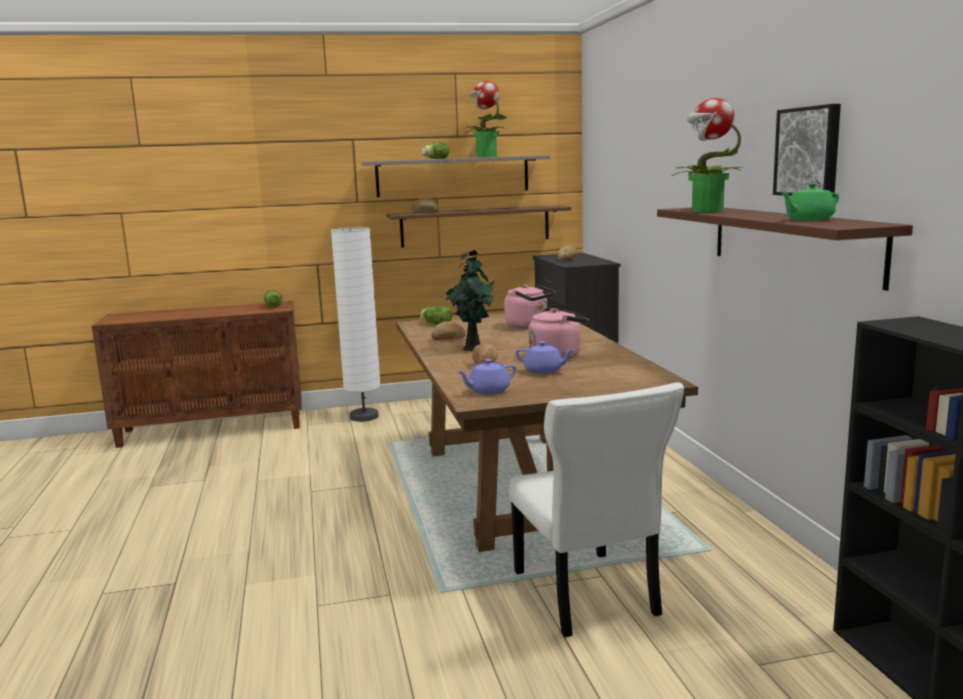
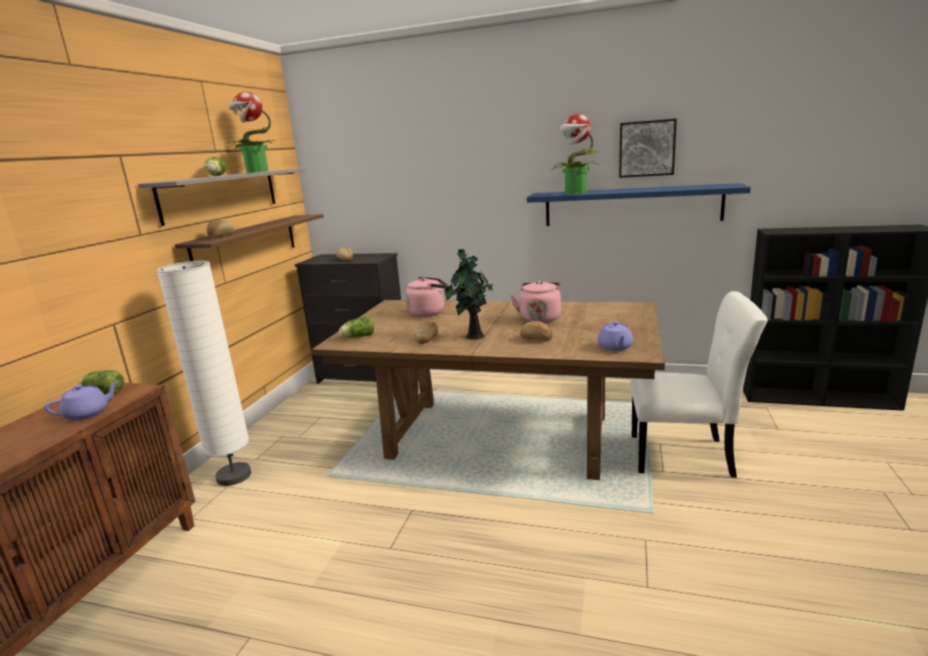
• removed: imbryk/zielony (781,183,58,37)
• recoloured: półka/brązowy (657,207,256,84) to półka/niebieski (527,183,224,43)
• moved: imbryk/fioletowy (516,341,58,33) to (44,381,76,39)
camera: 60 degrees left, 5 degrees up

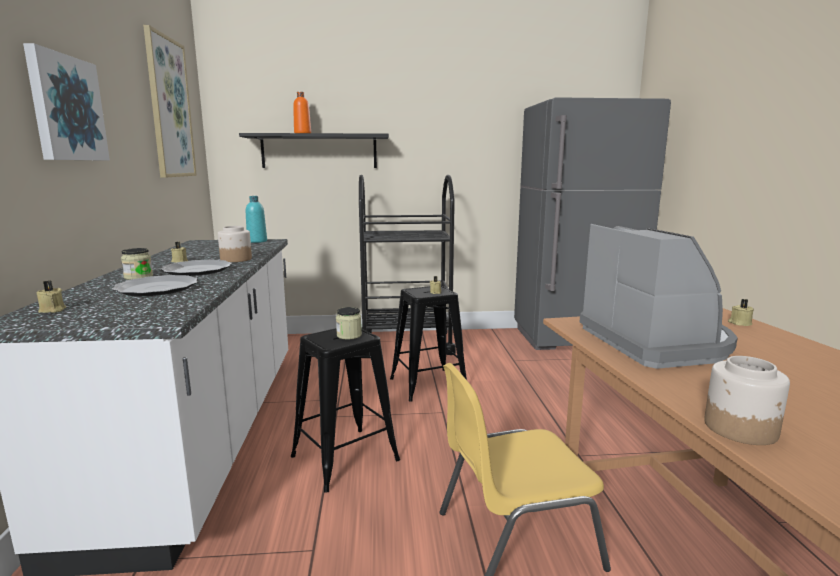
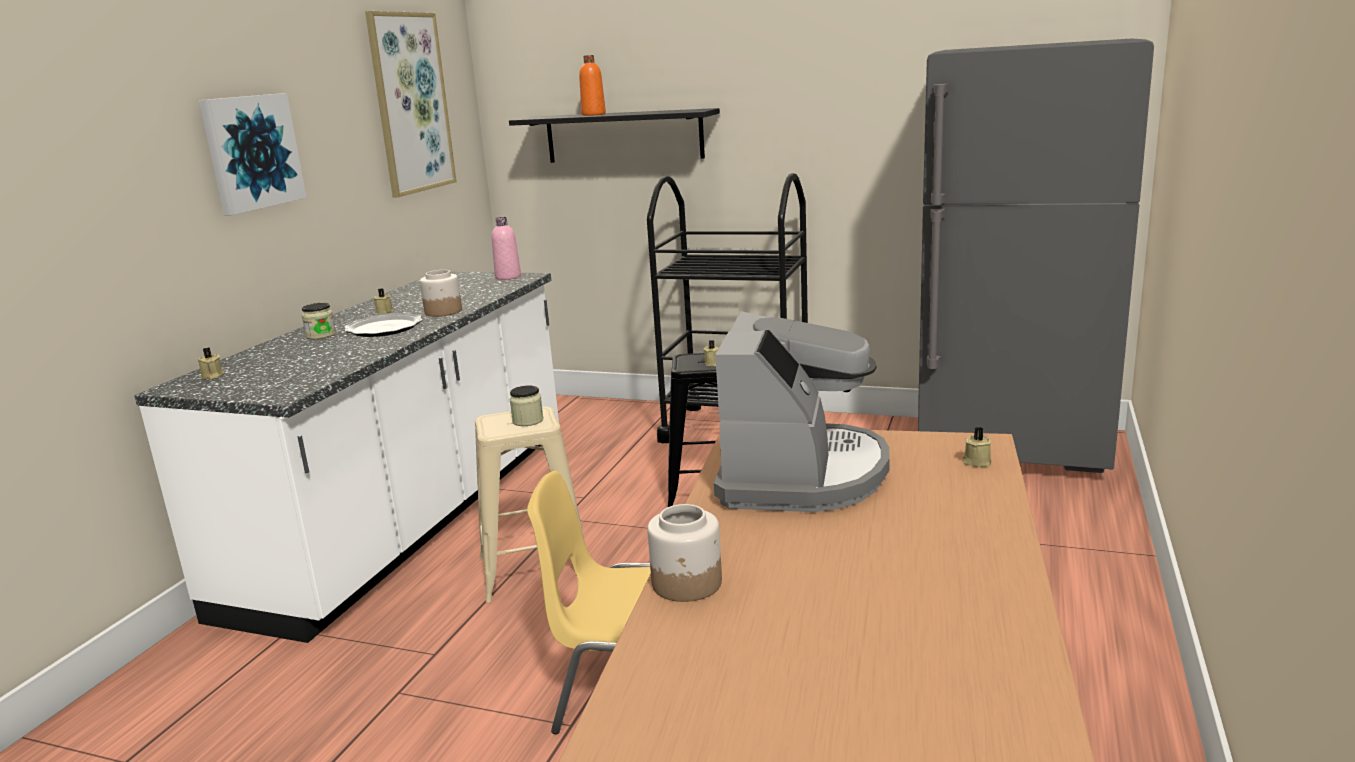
• recoloured: butelka/turkusowy (246,196,21,47) to butelka/różowy (492,217,29,63)
• removed: talerz (112,275,86,21)
• recoloured: stołek/czarny (291,328,109,165) to stołek/beżowy (475,406,110,196)
camera: 25 degrees right, 5 degrees up

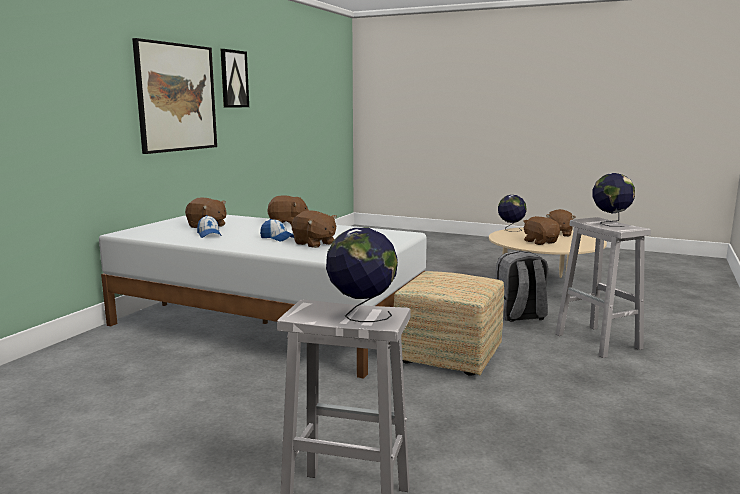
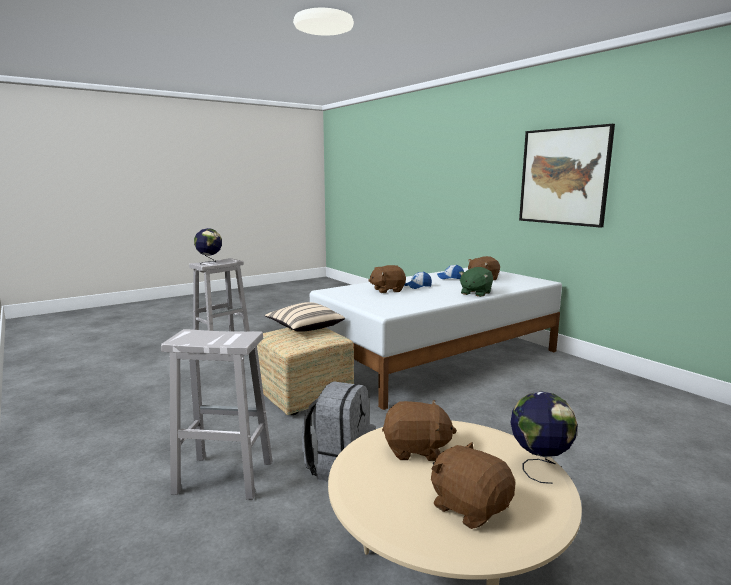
• removed: obraz (220,49,29,58)
• removed: globus (592,173,43,54)
• recoloured: pluszak/brązowy (268,195,40,30) to pluszak/zielony (459,267,34,30)
• added: poduszka/beżowy (265,302,80,30)
camera: 120 degrees right, 0 degrees up

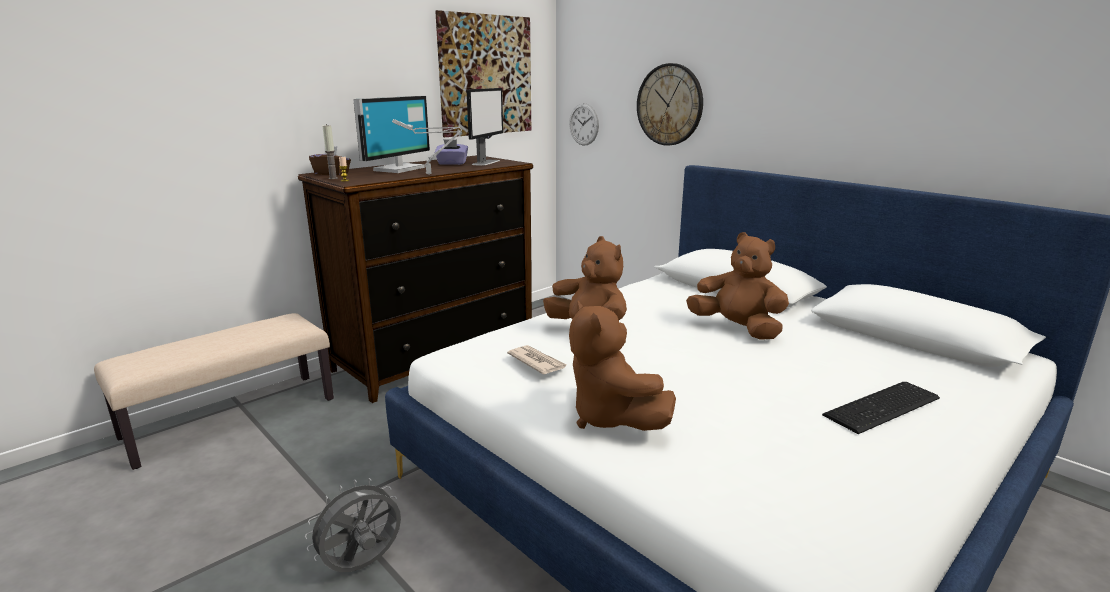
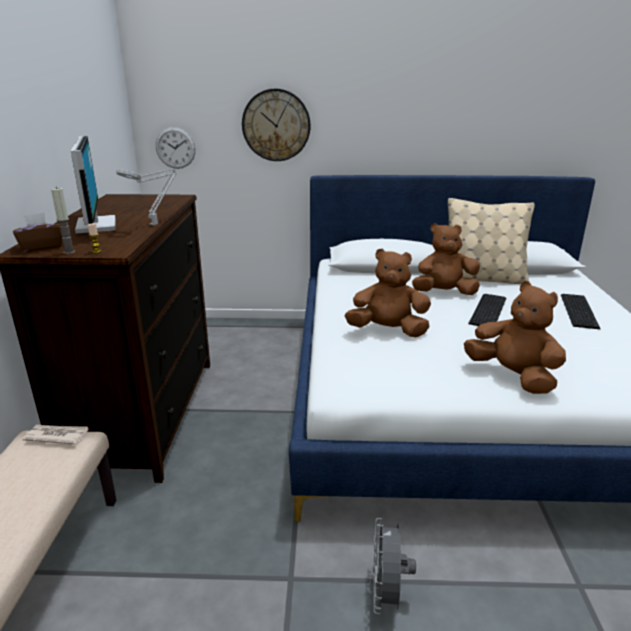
• removed: obraz (435,10,96,127)
• removed: monitor (466,88,37,78)
• removed: pudełko chusteczek/fioletowy (435,139,33,26)
• turned: pluszak/brązowy (569,301,107,130) = (464,281,102,113) 150 degrees counterclockwise
• moved: gazeta (507,345,60,30) to (23,425,65,20)
• added: poduszka/beżowy (448,198,87,86)
• added: klawiatura (468,294,38,32)
camera: 45 degrees left, 5 degrees up

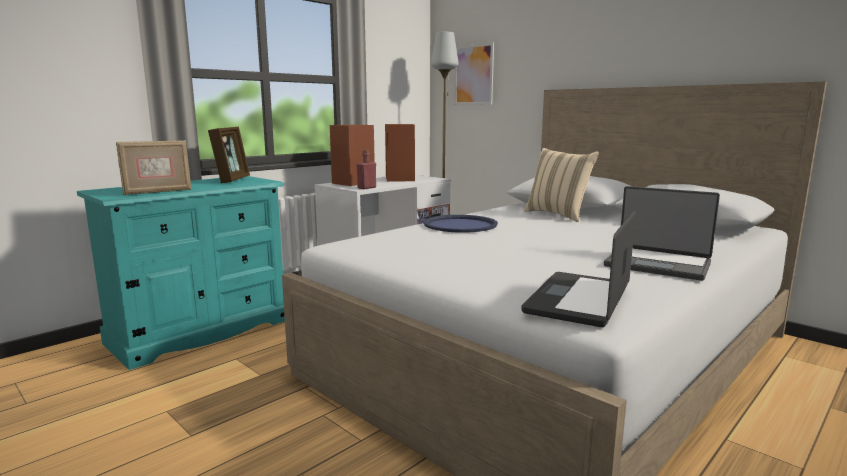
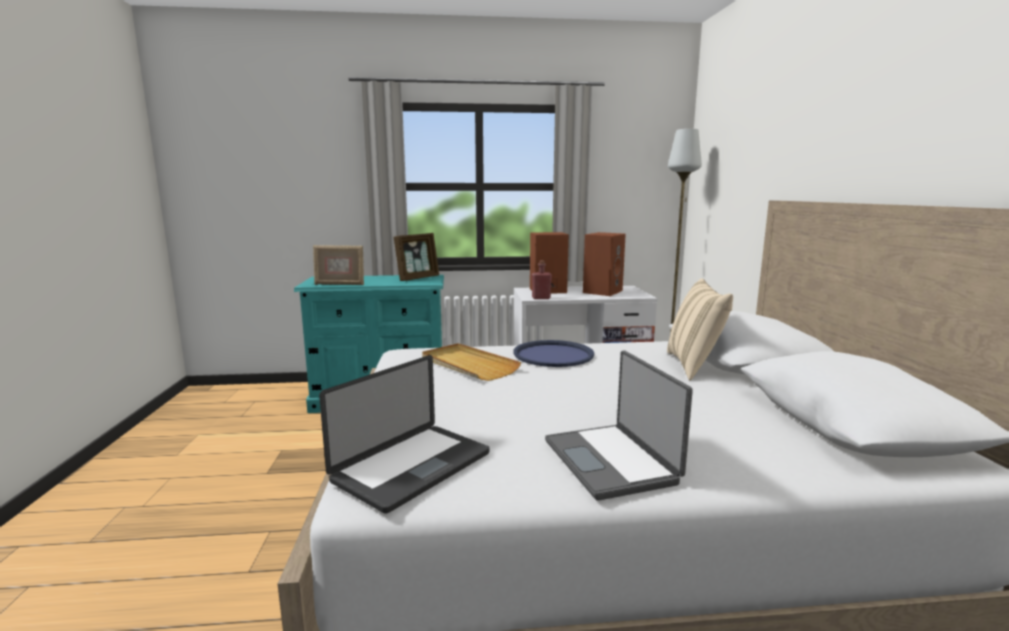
• removed: obraz (454,42,40,63)
• turned: laptop (521,211,115,116) = (319,355,171,158) 150 degrees clockwise
• added: taca/beżowy (422,343,99,38)
camera: 40 degrees right, 0 degrees up

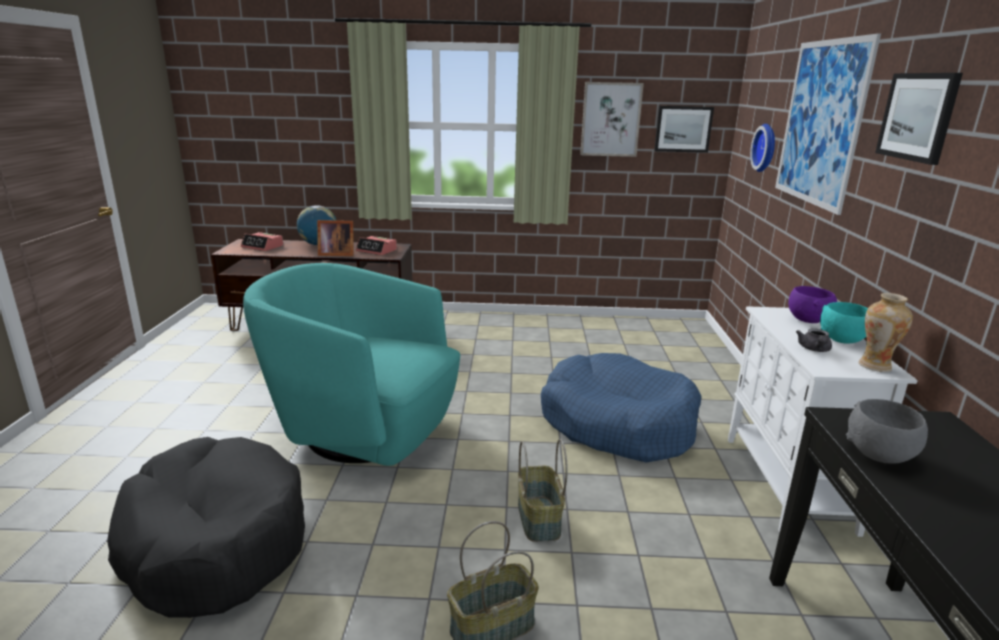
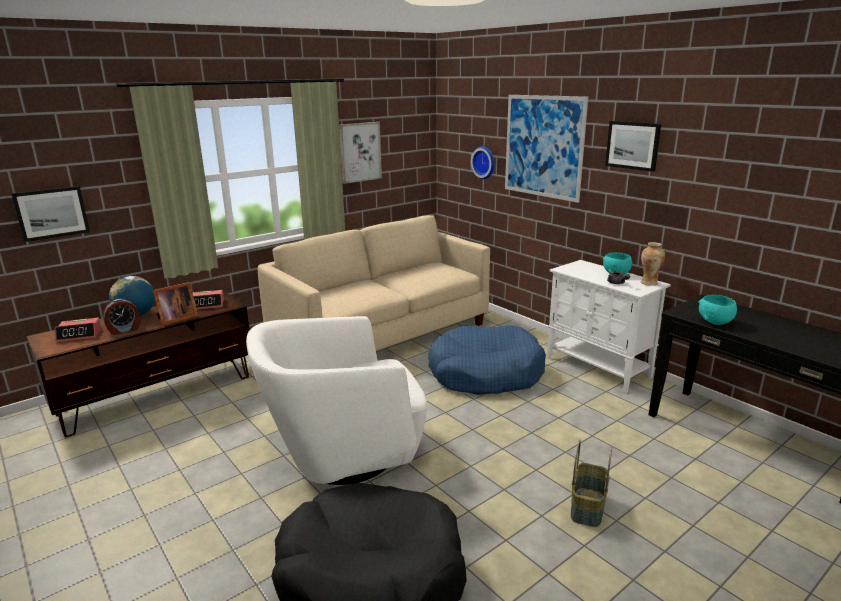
• moved: obraz (654,106,60,47) to (11,186,79,56)
• recoloured: fotel/turkusowy (243,263,218,203) to fotel/biały (246,316,181,169)
• removed: miska/fioletowy (788,286,49,37)
• recoloured: miska/szary (846,399,82,65) to miska/turkusowy (699,295,38,30)
• removed: koszyk (518,439,50,103)
• added: kanapa/beżowy (258,215,232,136)
• added: budzik (103,299,38,36)
camera: 40 degrees left, 0 degrees up

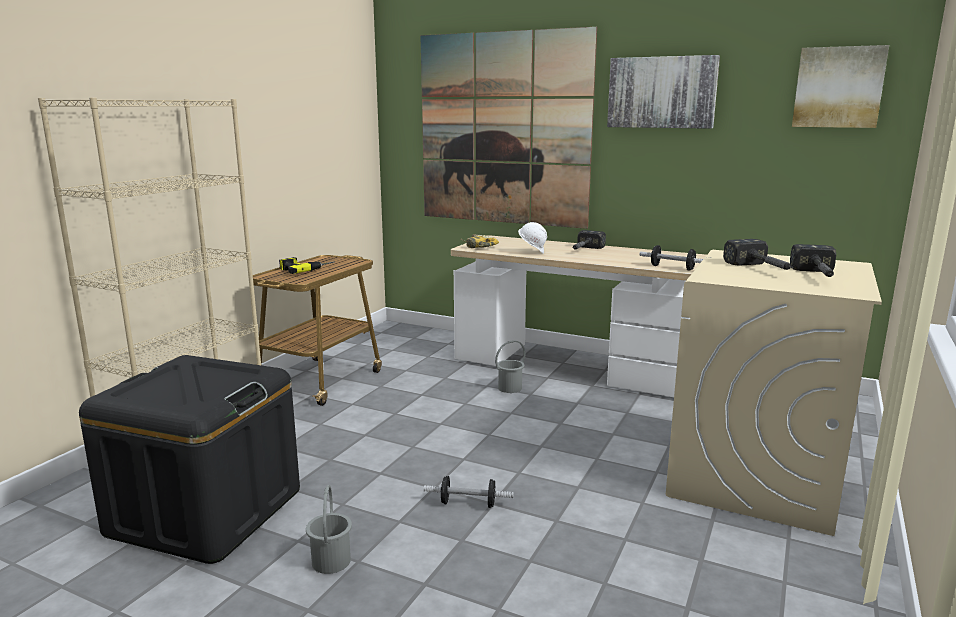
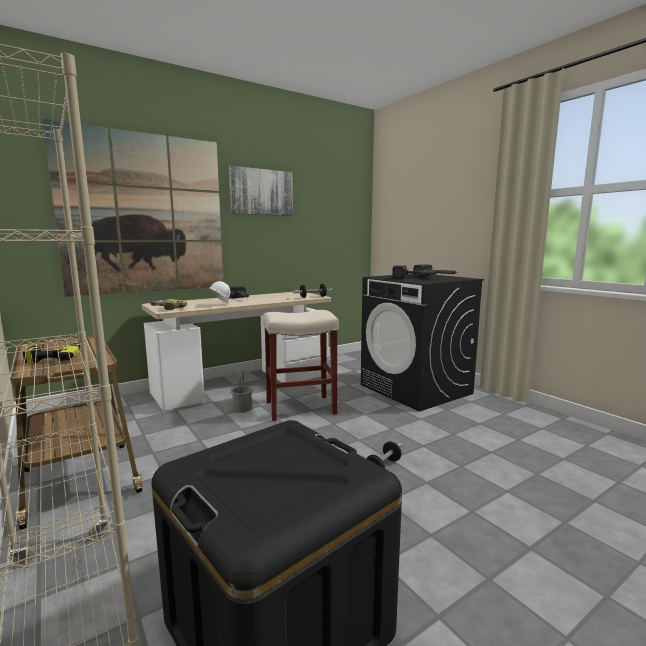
• removed: obraz (792,45,97,83)
• recoloured: pralka/beżowy (666,250,216,286) to pralka/czarny (361,274,123,138)
• removed: wiadro/szary (306,485,46,89)
• added: stołek/beżowy (263,310,76,111)
camera: 60 degrees left, 5 degrees down

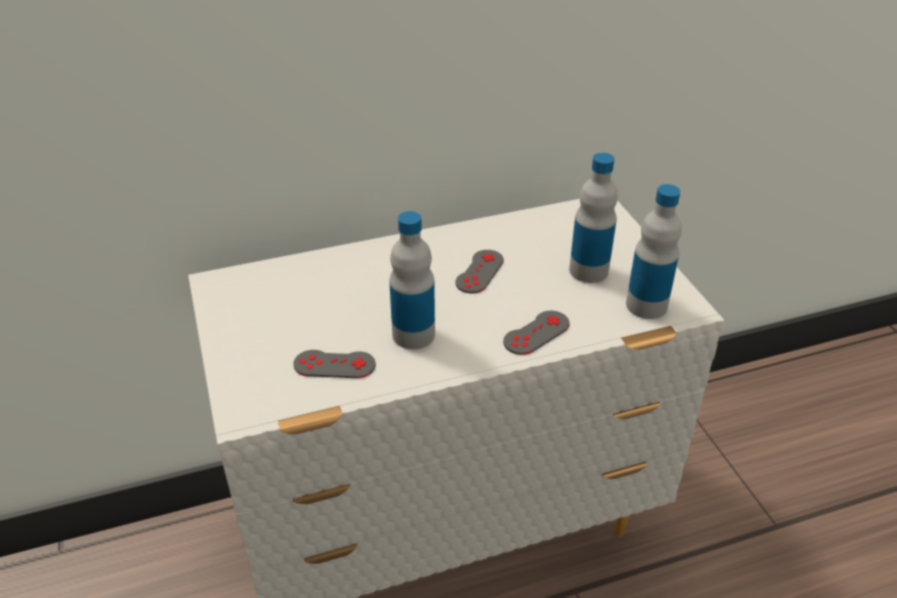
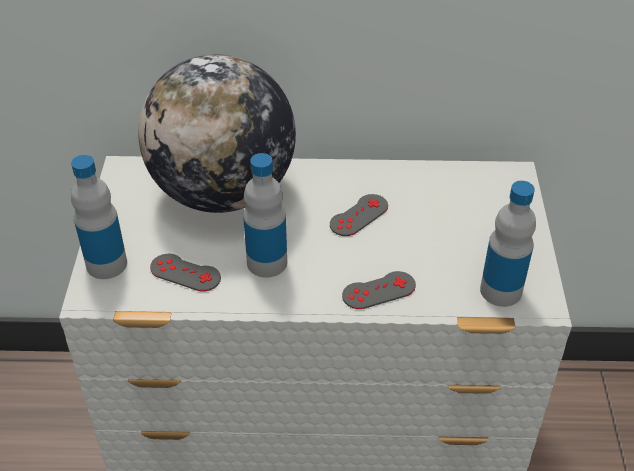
• moved: butelka (569,153,49,130) to (71,155,56,124)
• added: globus (138,54,158,159)
camera: 20 degrees right, 5 degrees up

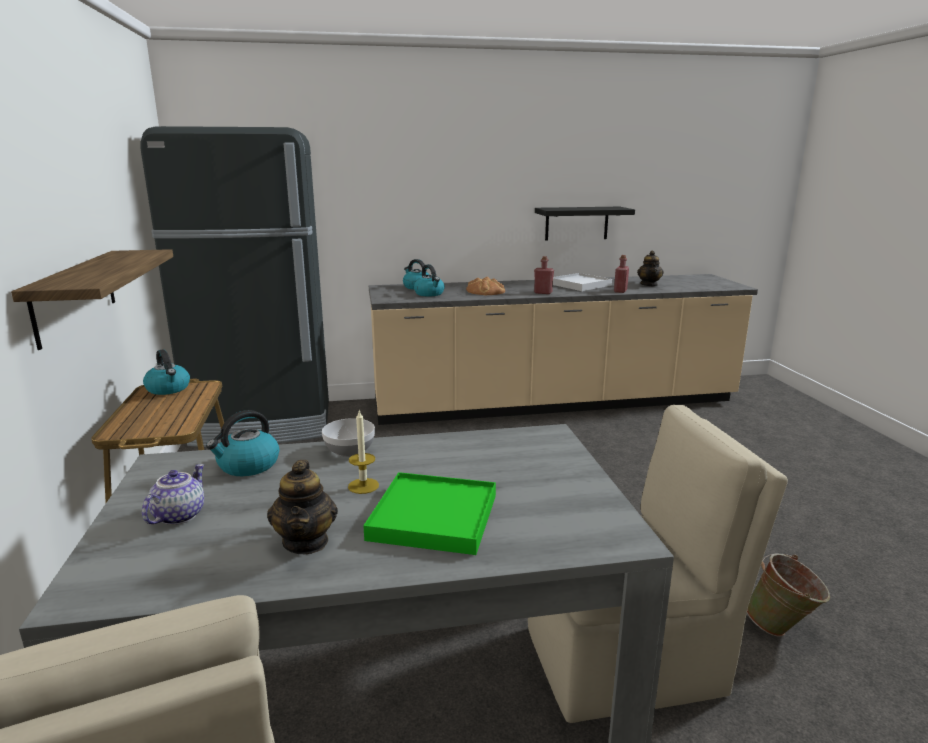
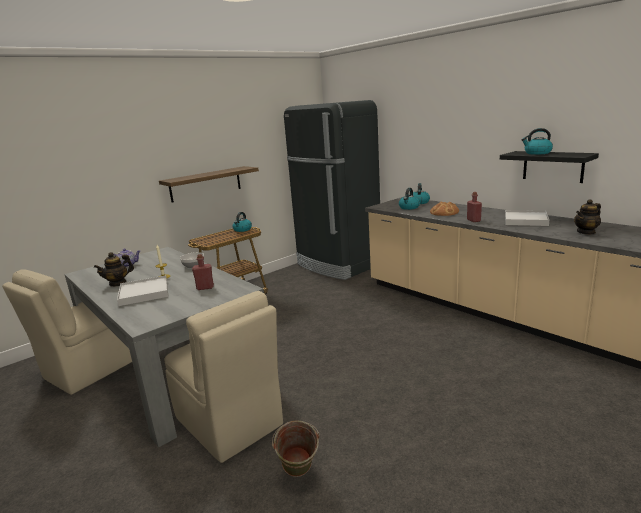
• moved: butelka/czerwony (614,255,15,38) to (192,254,22,36)
• moved: czajnik (206,410,73,66) to (521,128,32,27)
• recoloured: taca/zielony (363,472,133,83) to taca/biały (117,275,51,31)
camera: 60 degrees right, 0 degrees up

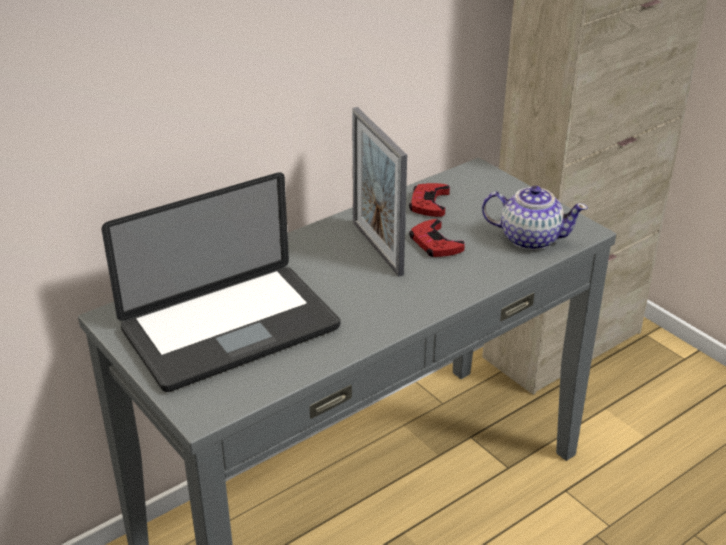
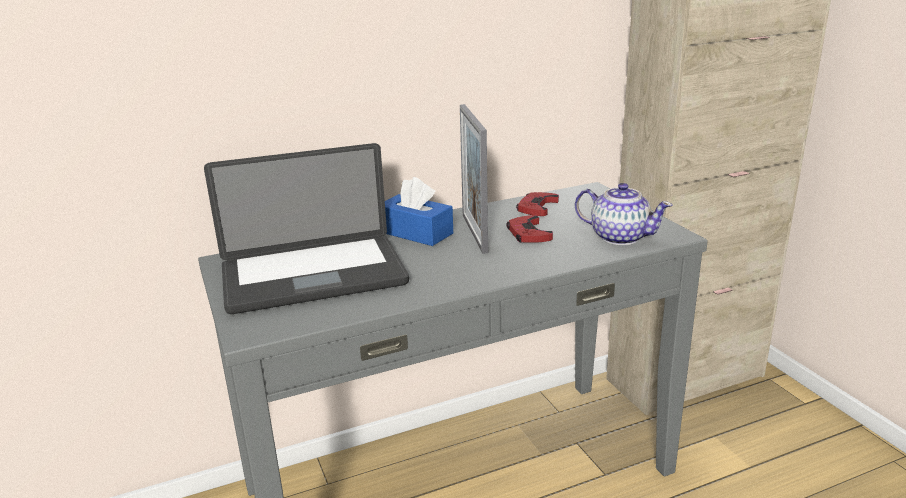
• added: pudełko chusteczek/niebieski (385,177,68,69)
camera: 15 degrees right, 10 degrees down

